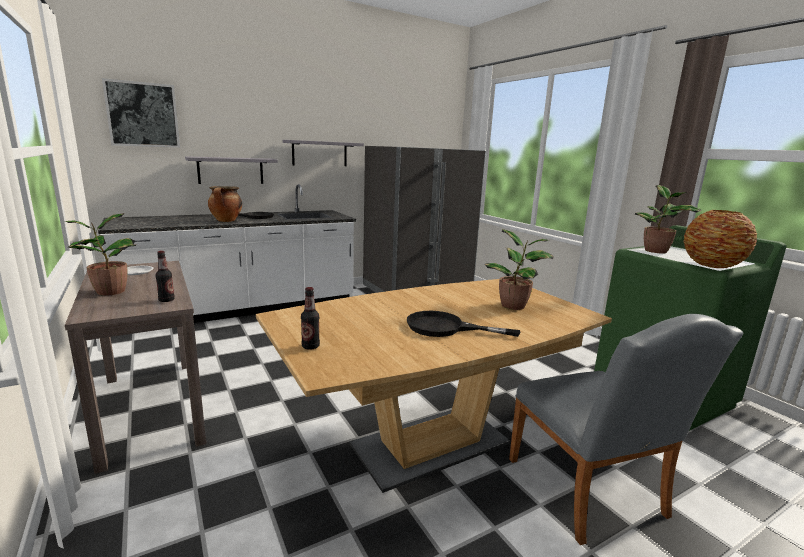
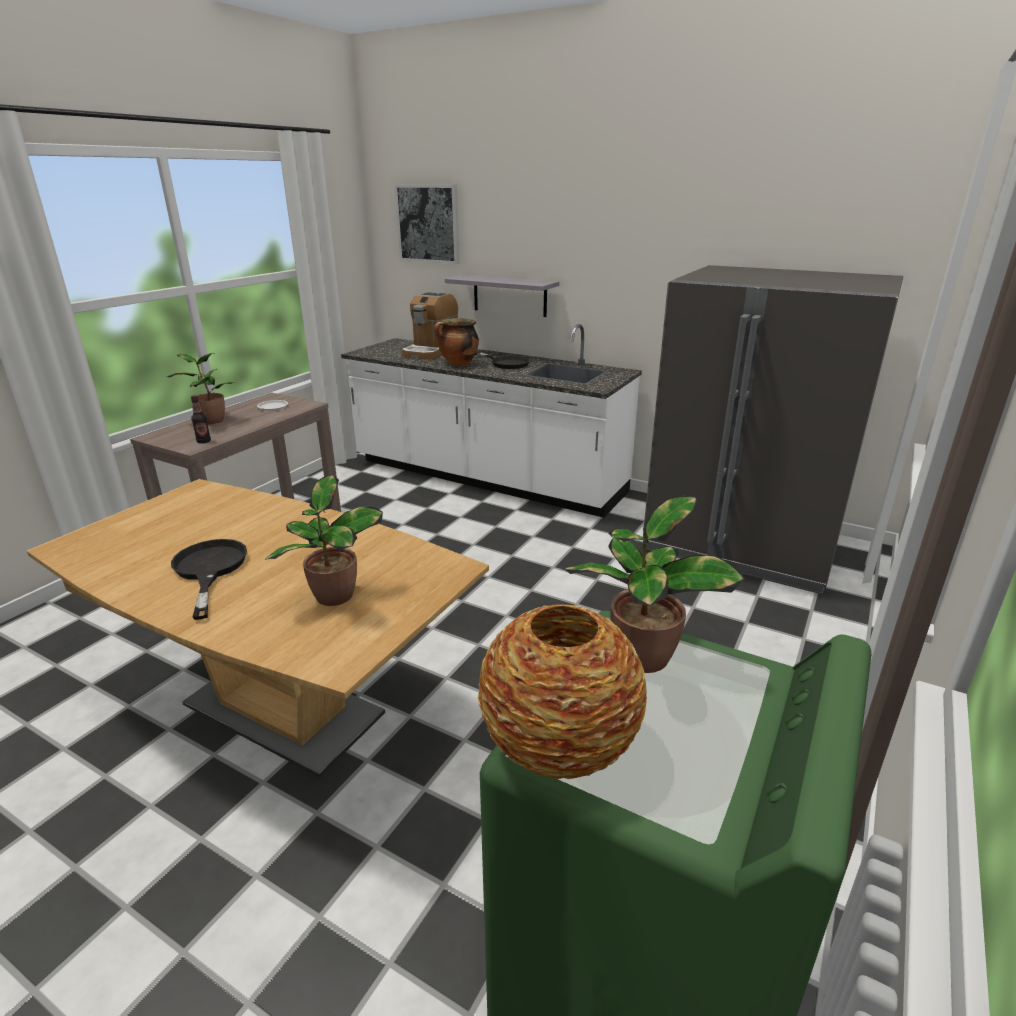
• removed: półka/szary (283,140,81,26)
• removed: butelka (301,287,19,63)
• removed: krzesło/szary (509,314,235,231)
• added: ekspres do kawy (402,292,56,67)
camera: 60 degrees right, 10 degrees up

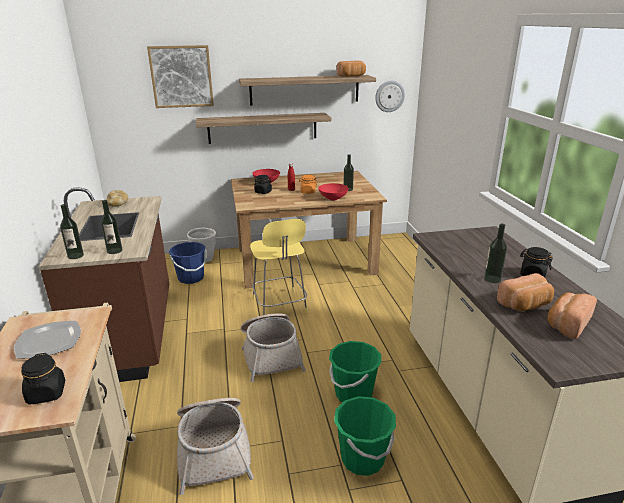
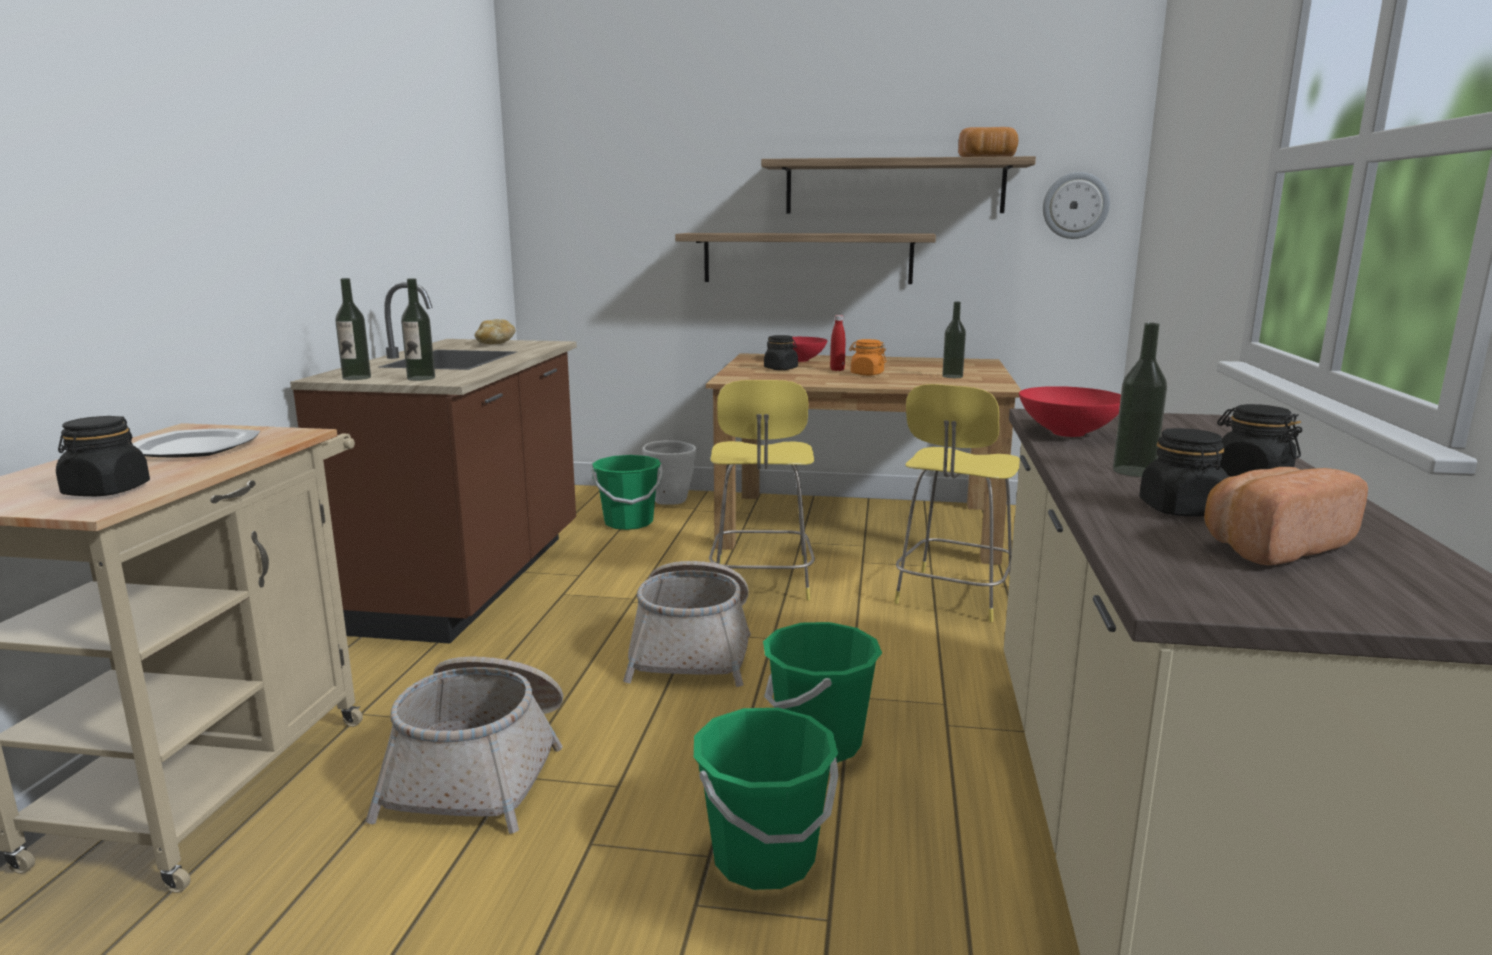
• removed: obraz (147,45,67,63)
• moved: miska/czerwony (318,183,31,18) to (1019,386,102,51)
• recoloured: wiadro/niebieski (169,242,38,42) to wiadro/zielony (592,455,71,75)
• replaced: chleb (497,273,57,38) to słoik/czarny (1139,428,89,88)
• added: stołek/żółty (894,384,126,238)
camera: 20 degrees right, 10 degrees down

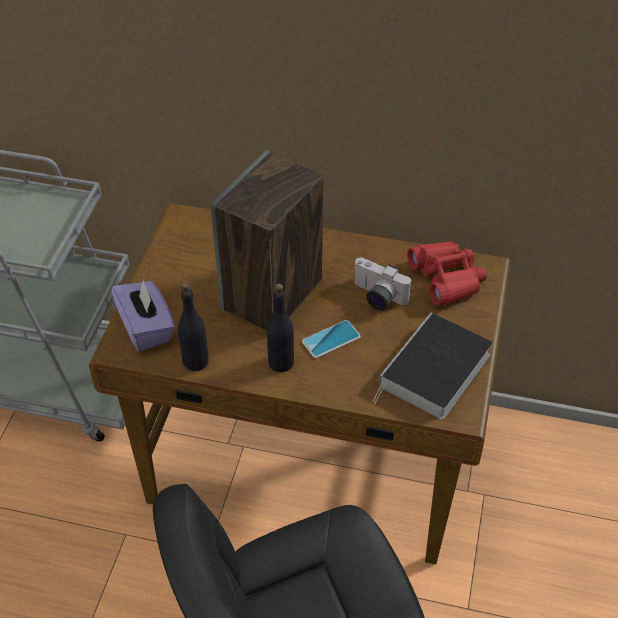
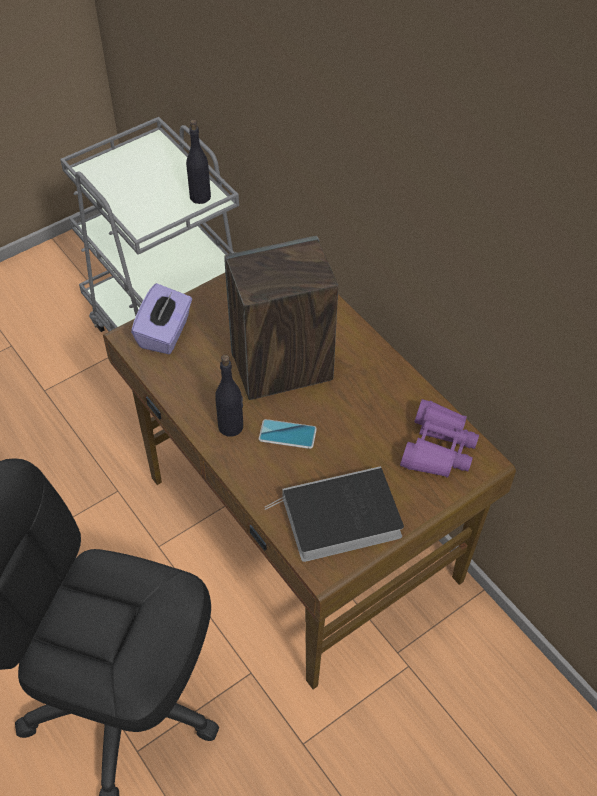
• recoloured: lornetka/czerwony (407,241,80,65) to lornetka/fioletowy (400,399,79,79)
• removed: aparat fotograficzny (354,258,58,52)
• moved: butelka/czarny (178,282,31,89) to (186,120,25,84)
camera: 40 degrees right, 5 degrees up

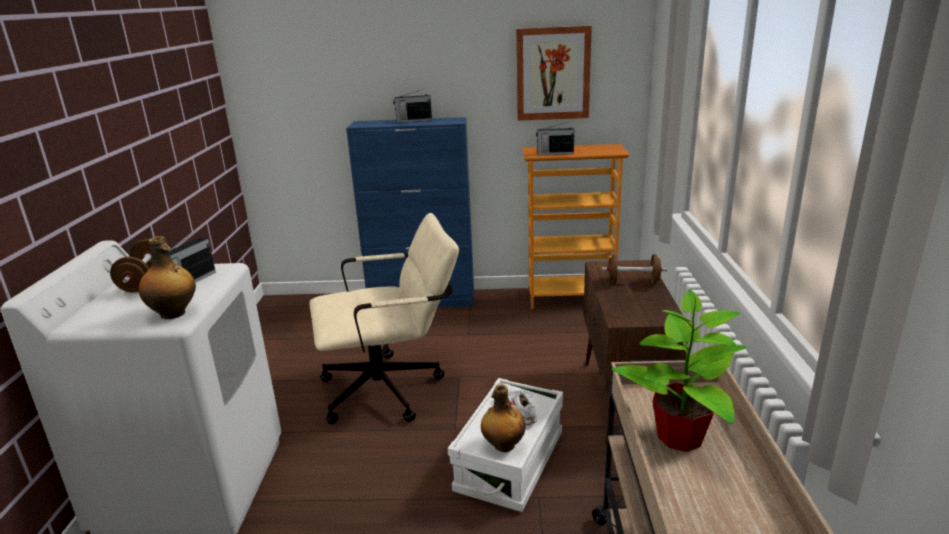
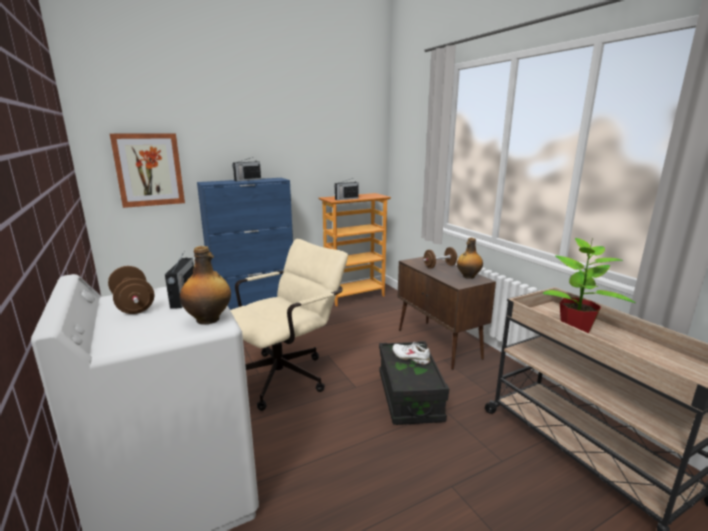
• moved: obraz (516,26,76,95) to (110,133,75,75)
• recoloured: pojemnik do przechowywania/biały (448,378,115,134) to pojemnik do przechowywania/czarny (379,341,70,84)
• moved: butelka (481,385,45,67) to (457,238,26,41)
camera: 30 degrees left, 5 degrees down

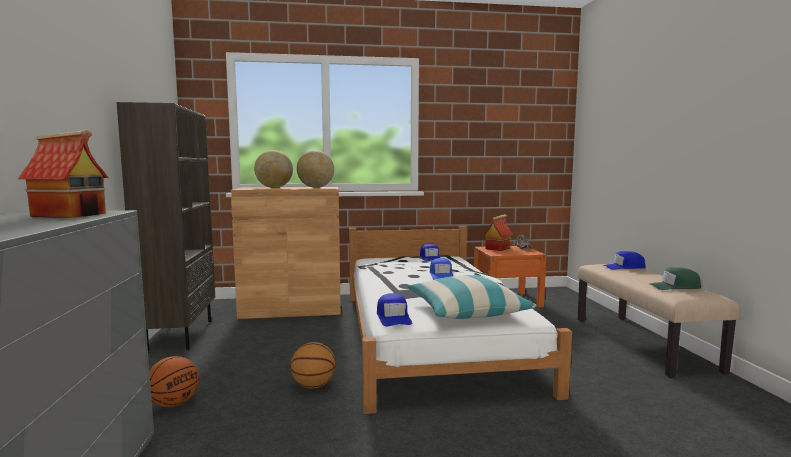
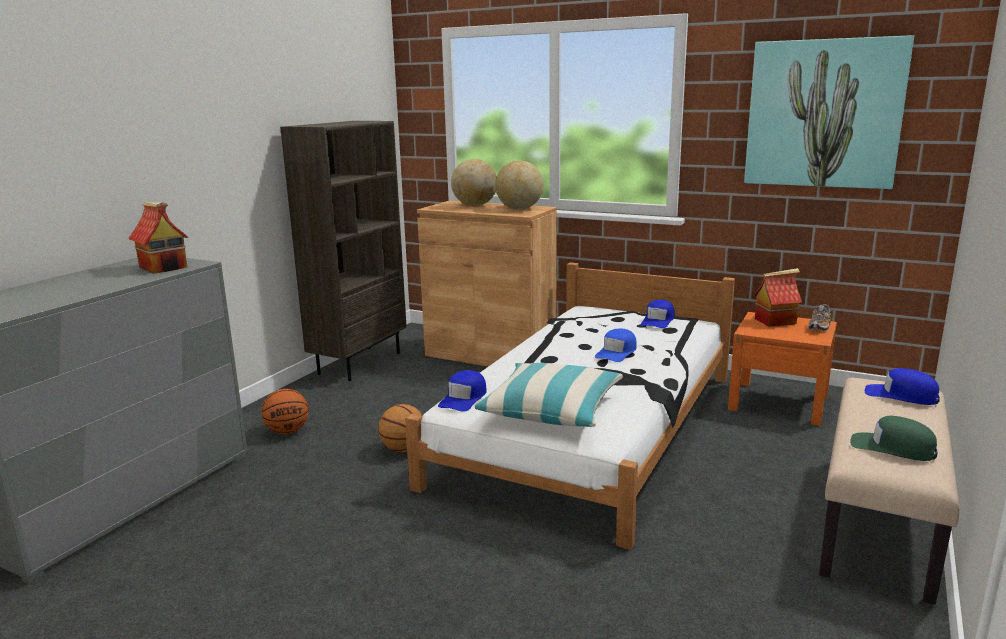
• added: obraz (744,35,170,154)
camera: 35 degrees right, 10 degrees up

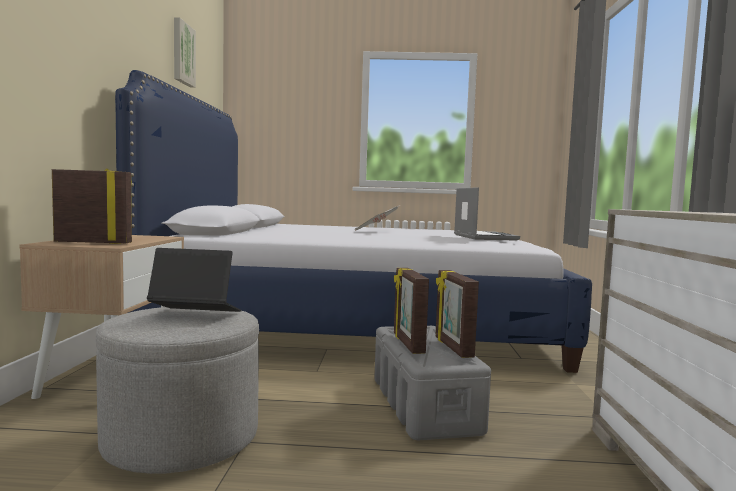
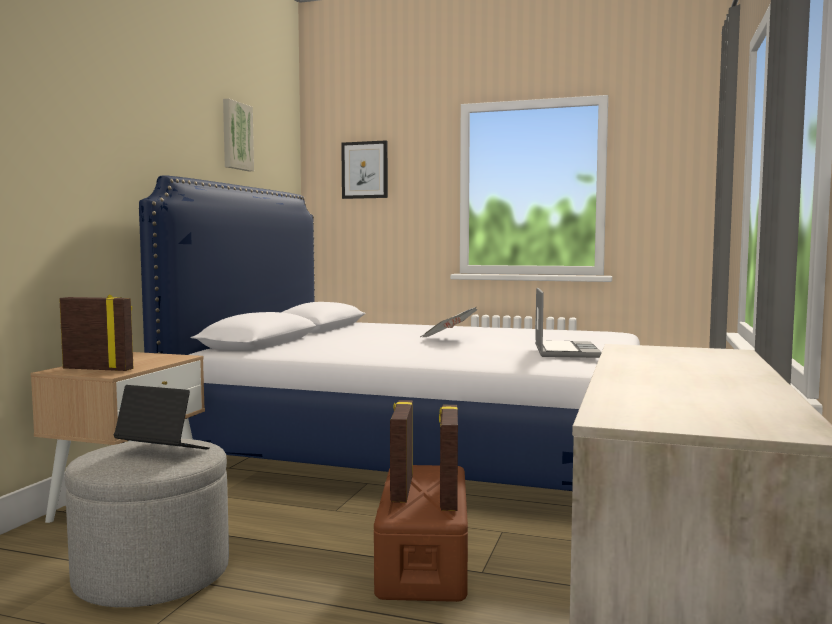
• recoloured: pojemnik do przechowywania/szary (374,326,117,114) to pojemnik do przechowywania/brązowy (374,465,94,137)
• added: obraz (341,140,47,59)
camera: 15 degrees right, 0 degrees up

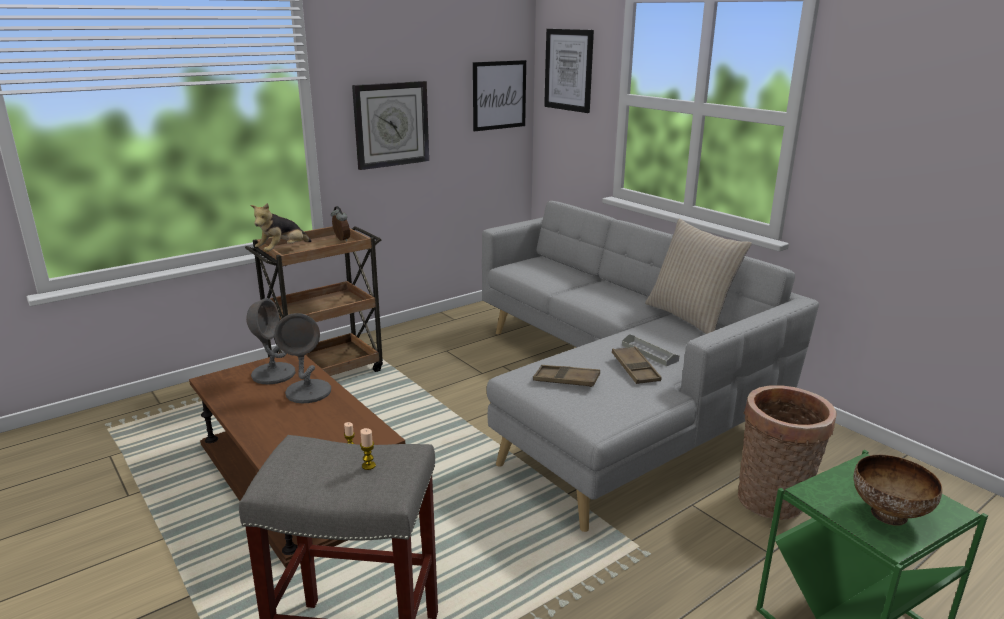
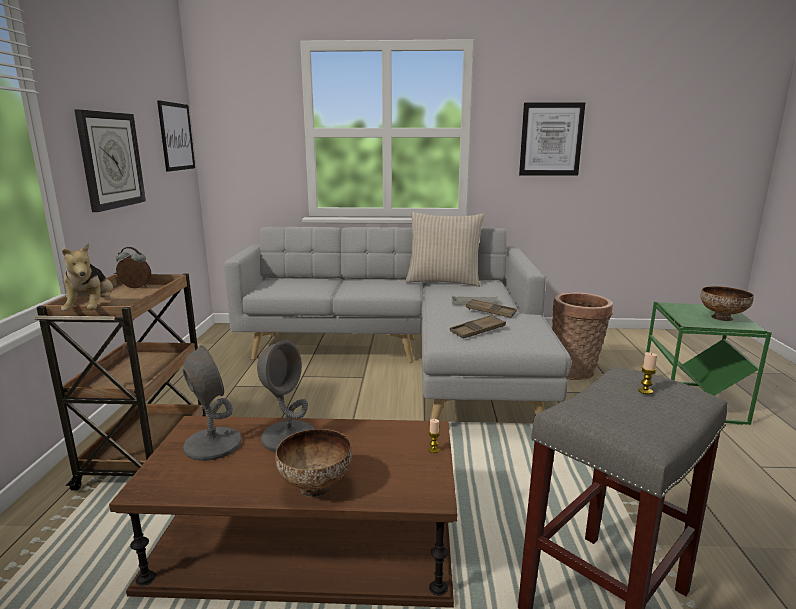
• moved: obraz (544,29,50,84) to (519,102,66,74)
• added: miska (275,429,77,68)
camera: 50 degrees left, 5 degrees down

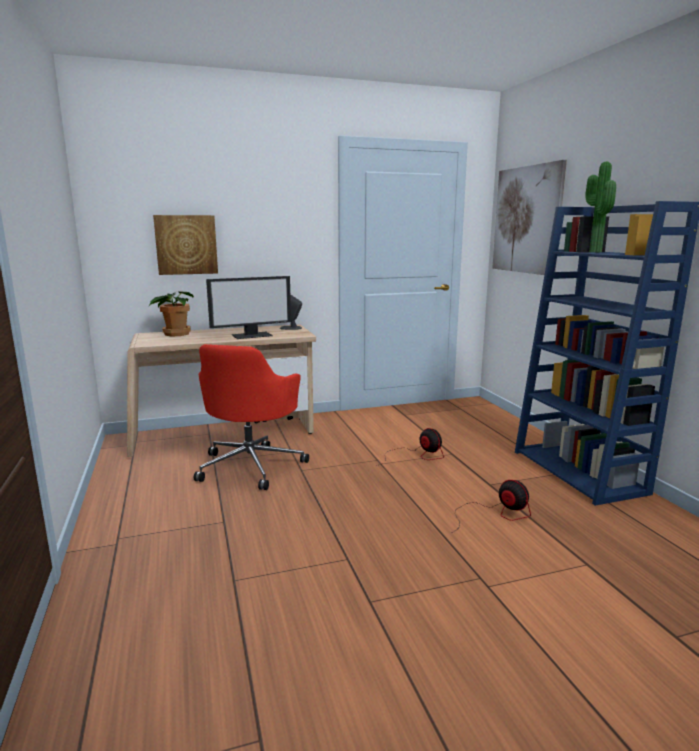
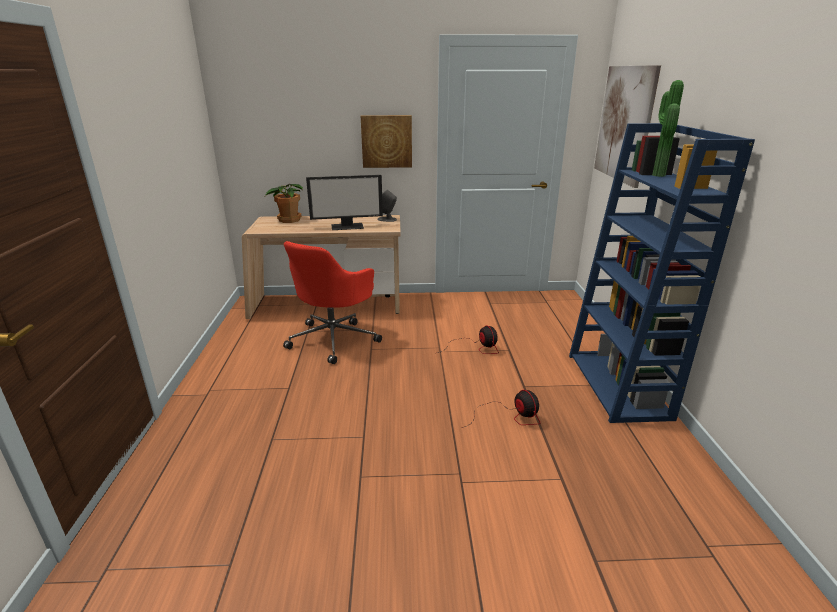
• moved: obraz (153,215,65,60) to (361,115,51,53)
camera: 15 degrees right, 10 degrees up

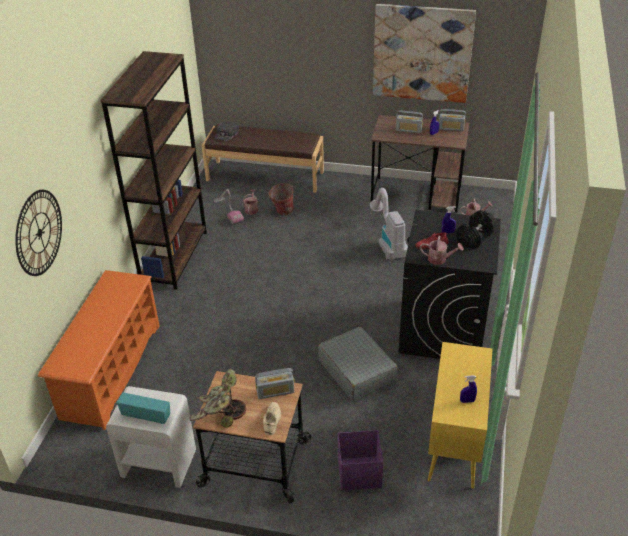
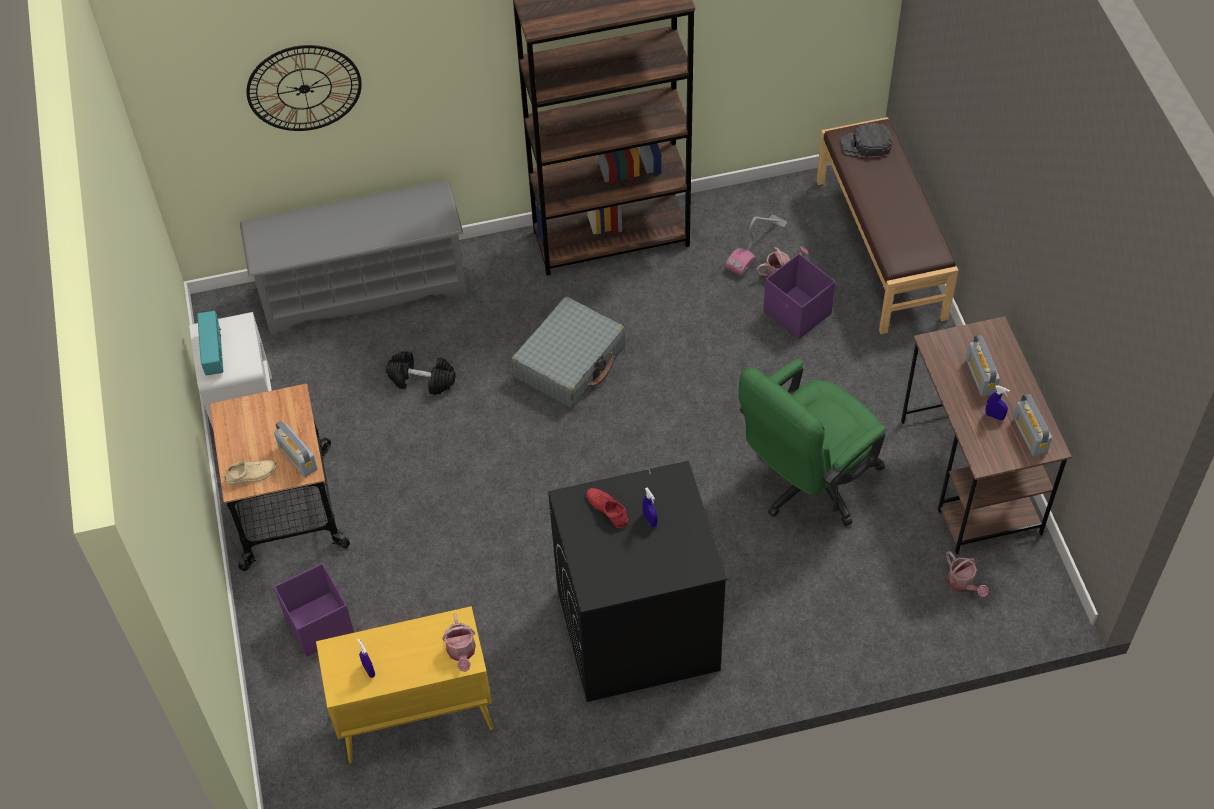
• removed: obraz (373,4,103,99)
• replaced: wiadro (268,183,26,32) to pojemnik do przechowywania/fioletowy (763,254,72,85)
• replaced: odkurzacz (370,188,38,71) to krzesło biurowe/zielony (739,359,146,168)
• moved: hantel/czarny (456,210,39,39) to (386,351,70,44)
• moved: konewka (420,236,44,29) to (442,613,34,59)
• recoloured: regał na buty/pomarańczowy (38,270,122,160) to regał na buty/szary (240,181,227,153)
• moved: walizka/szary (318,327,80,74) to (512,297,114,111)
• removed: roślina doniczkowa (190,369,56,59)
camera: 65 degrees right, 15 degrees up

